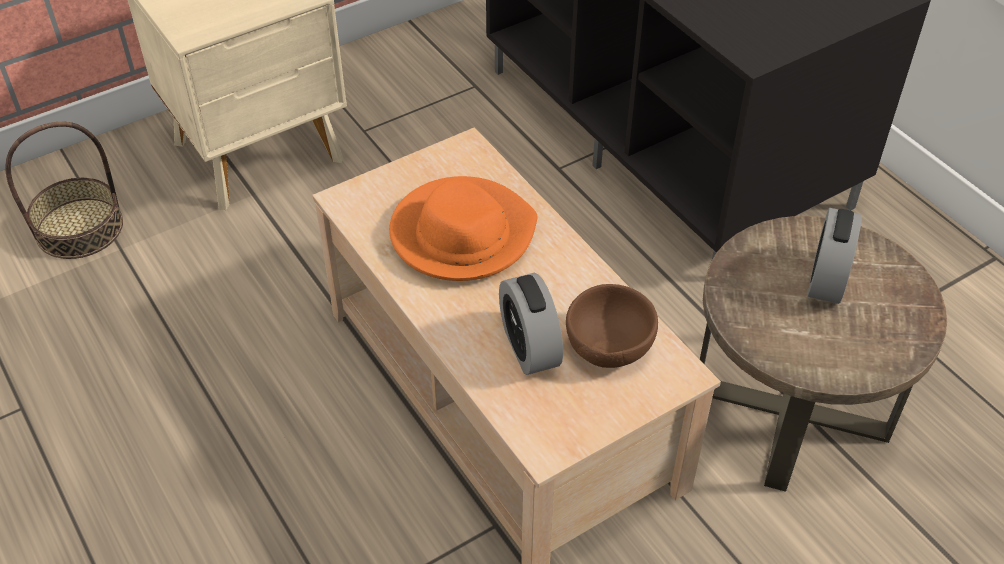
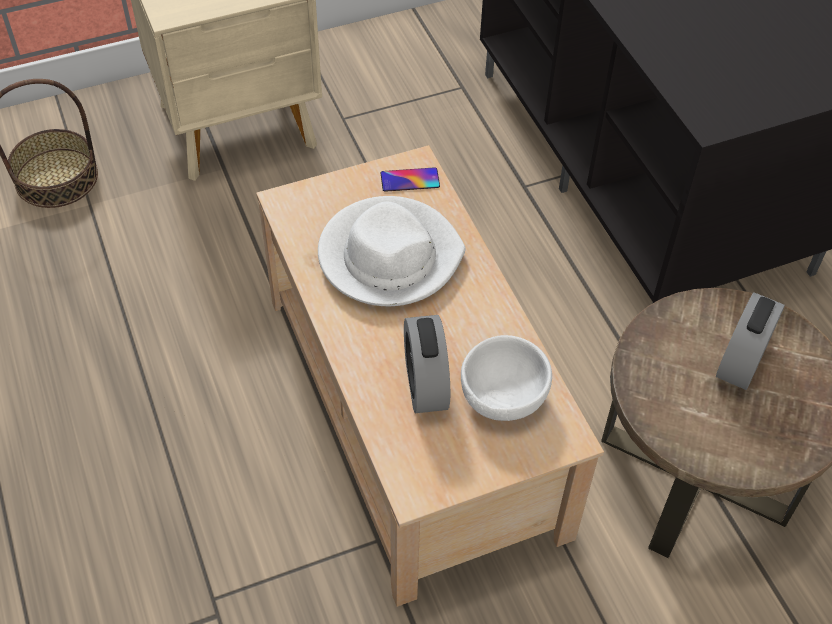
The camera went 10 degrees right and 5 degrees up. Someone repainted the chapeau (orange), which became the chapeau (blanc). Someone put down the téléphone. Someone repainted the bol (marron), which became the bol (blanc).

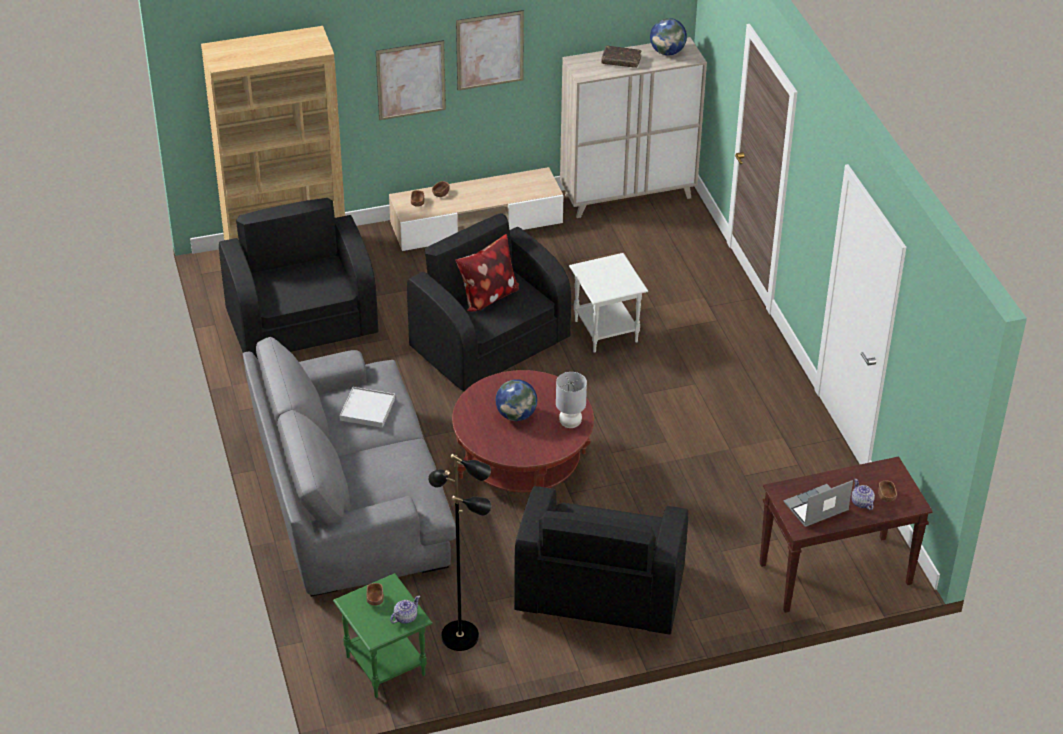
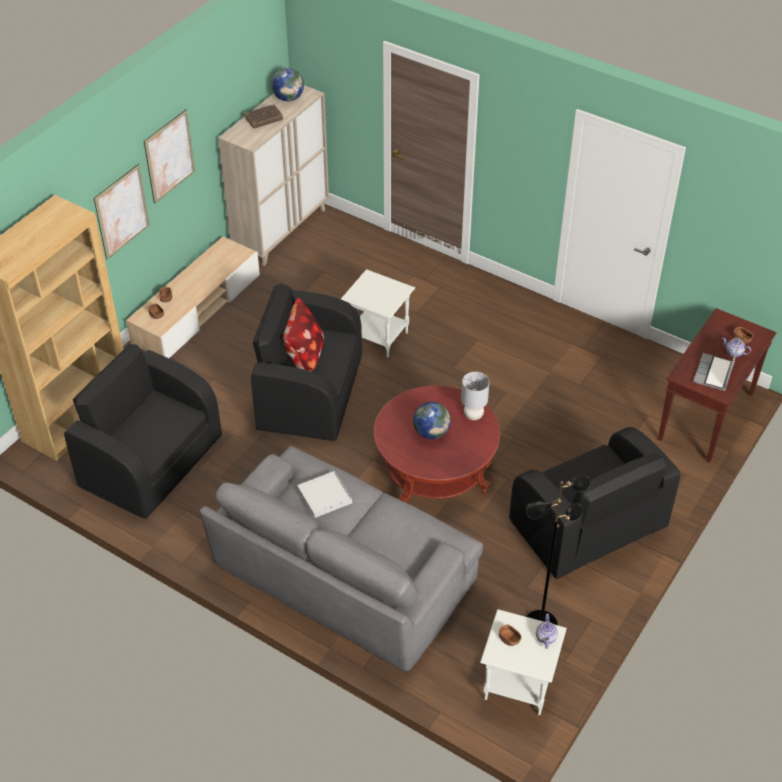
The camera went 40 degrees left and 5 degrees up. Someone repainted the table d'appoint (vert), which became the table d'appoint (blanc) (2nd from left).

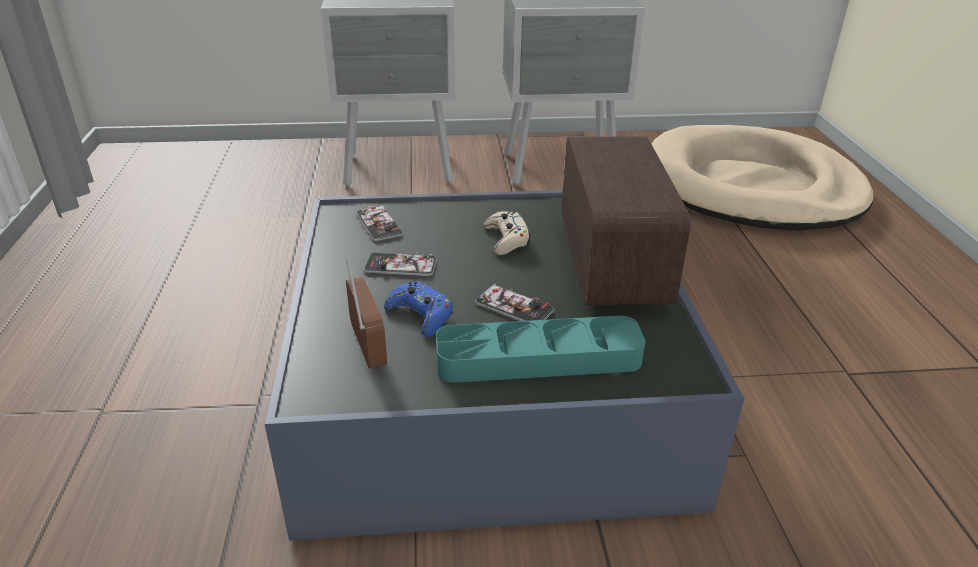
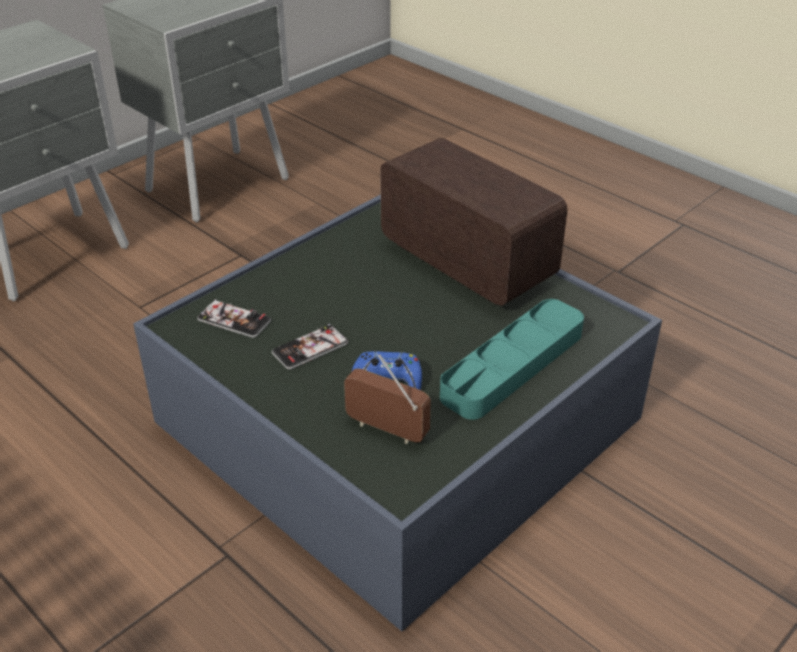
The camera went 40 degrees left and 5 degrees up. Someone took away the téléphone (3rd from left). Someone took away the manette (beige). Someone took away the panier pour chien (beige).

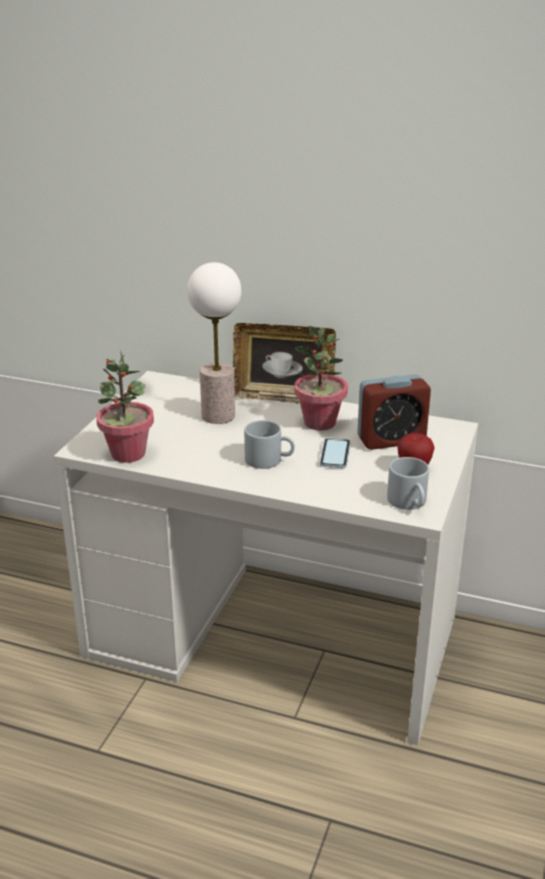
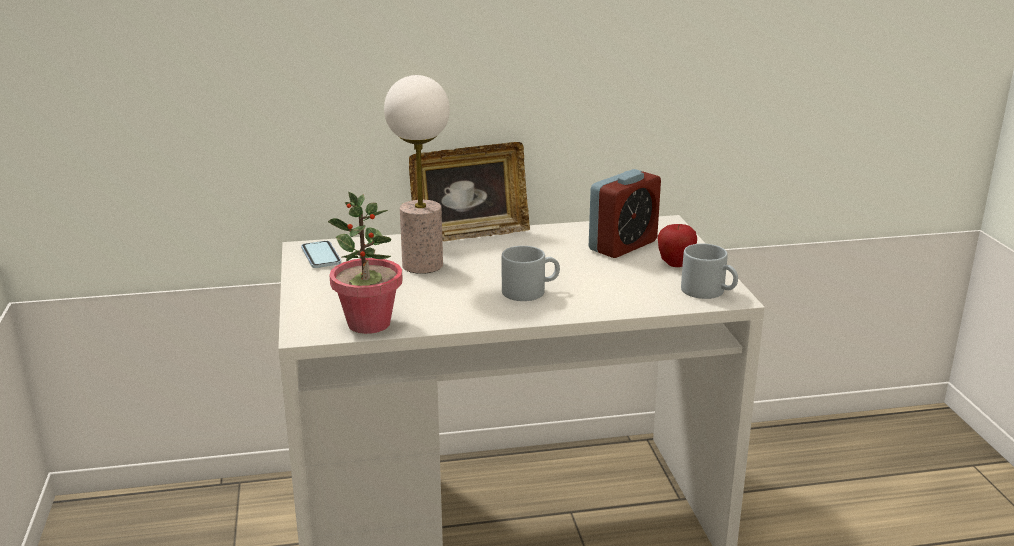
The camera went 30 degrees left and 5 degrees down. Someone carried the téléphone. Someone took away the plante en pot (2nd from left).

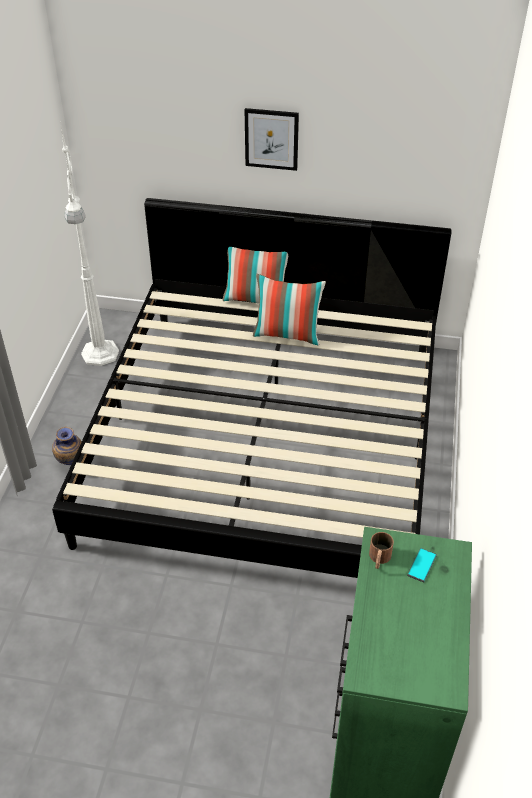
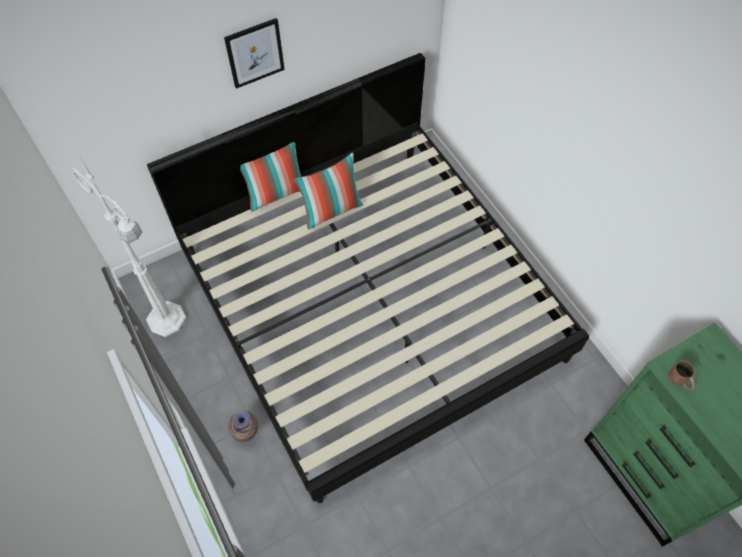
The camera went 40 degrees left and 15 degrees up. Someone took away the téléphone.

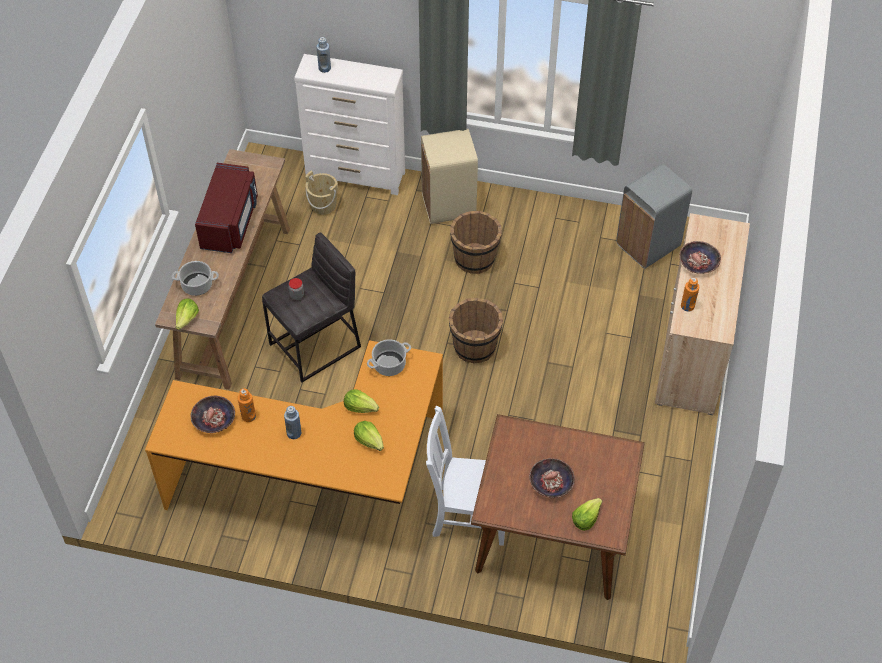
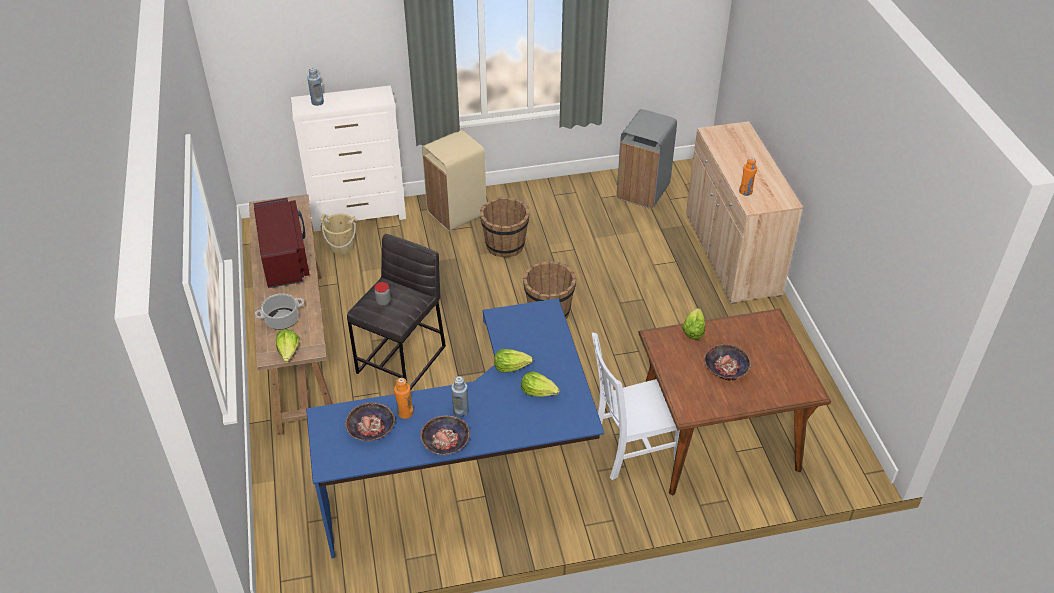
The camera went 25 degrees left and 10 degrees down. Someone repainted the bureau (orange), which became the bureau (bleu). Someone carried the bol (3rd from left in the first image). Someone carried the laitue (4th from left). Someone took away the marmite (2nd from left).

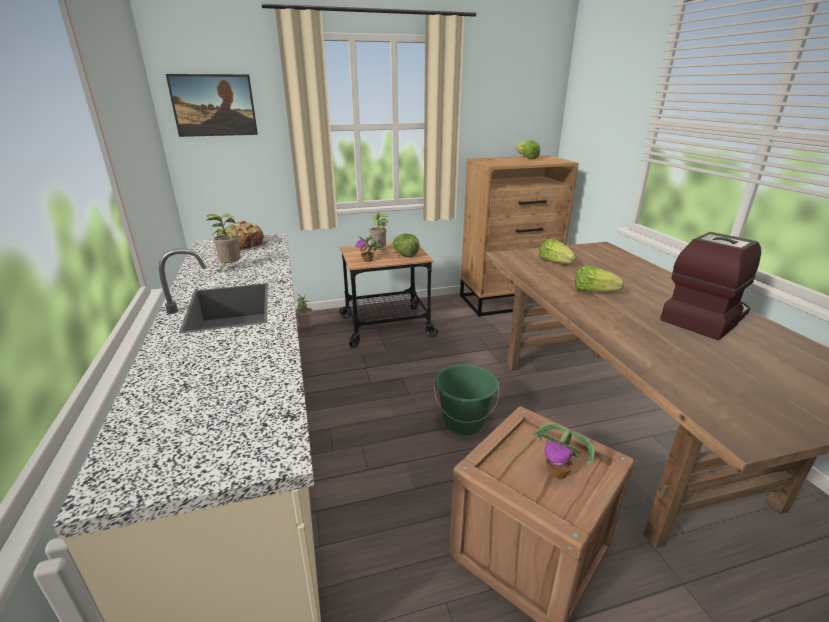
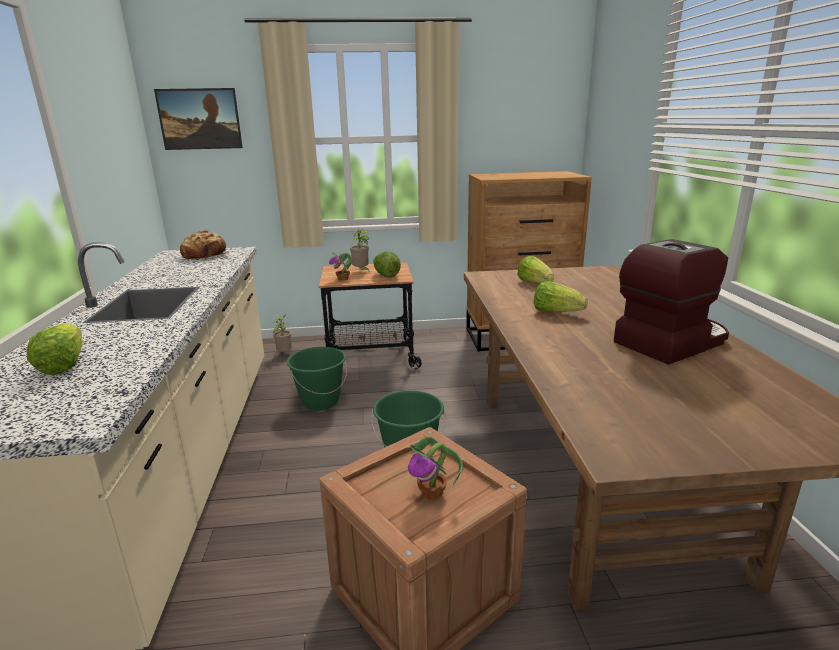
The camera went 10 degrees right and 5 degrees down. Someone carried the laitue (2nd from left in the first image). Someone put down the seau (vert) (1st from left). Someone took away the plante en pot (1st from left).

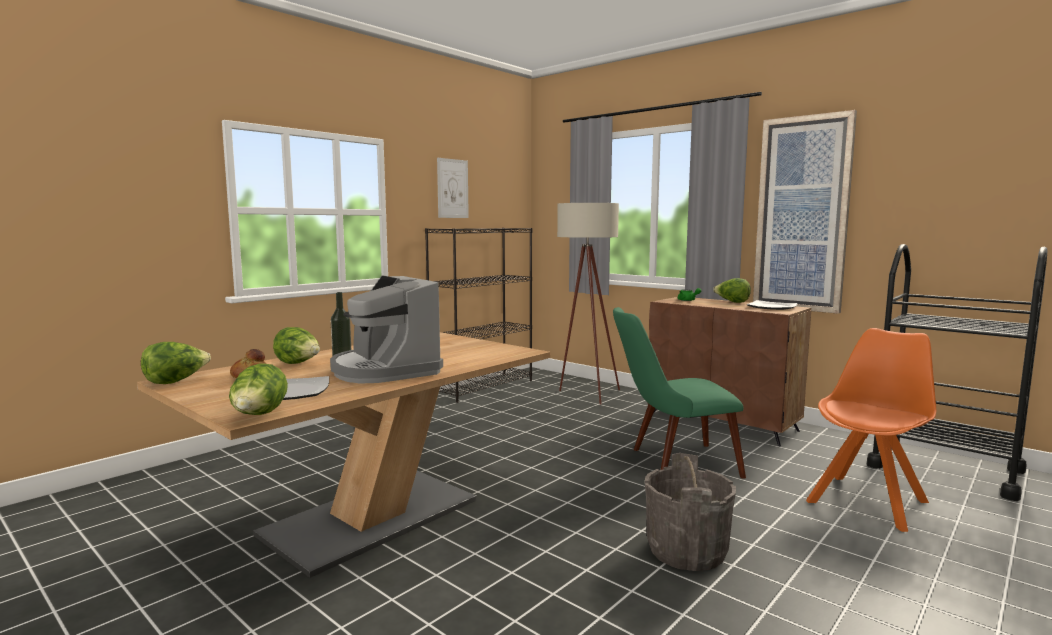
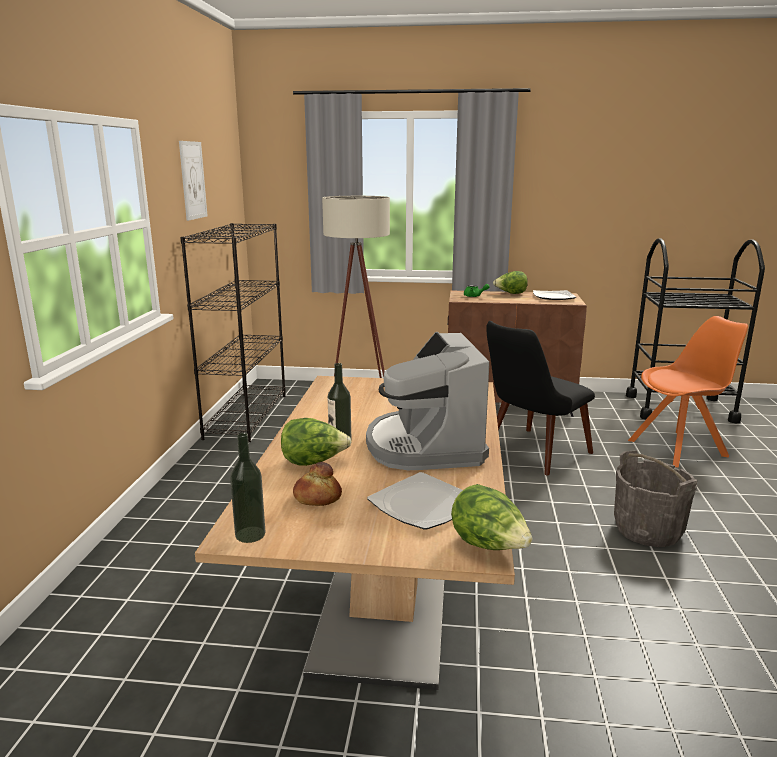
The camera went 35 degrees left and 10 degrees up. Someone swapped the laitue (1st from left) for the bouteille (1st from left). Someone rotated the machine à café by 60 degrees clockwise. Someone repainted the chaise (vert), which became the chaise (noir). Someone rotated the chaise (orange) by 60 degrees clockwise. Someone took away the tableau (2nd from left).

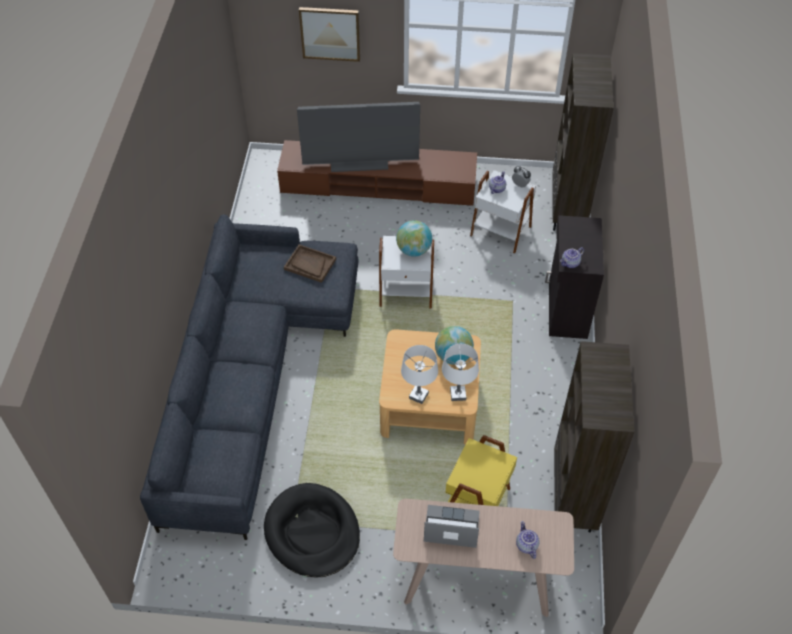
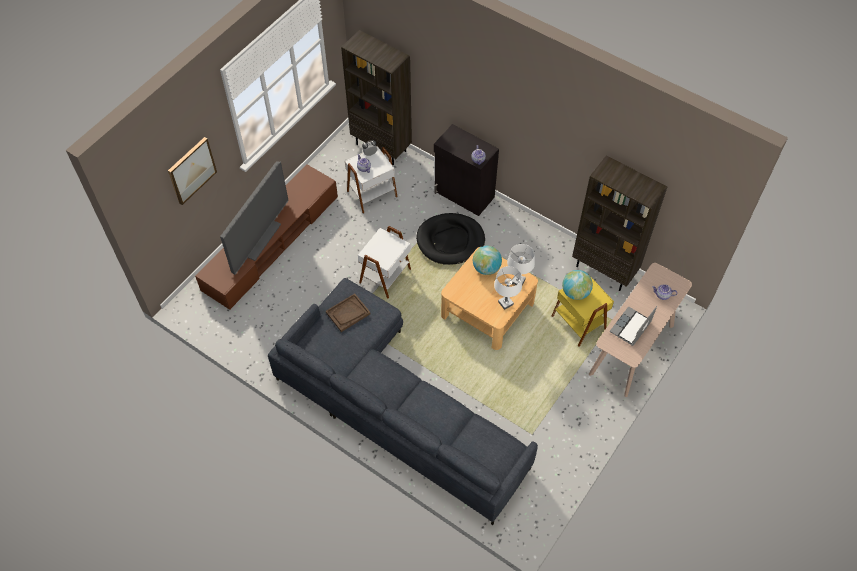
The camera went 60 degrees left and 5 degrees up. Someone carried the panier pour chien (noir). Someone carried the globe (1st from left in the first image).

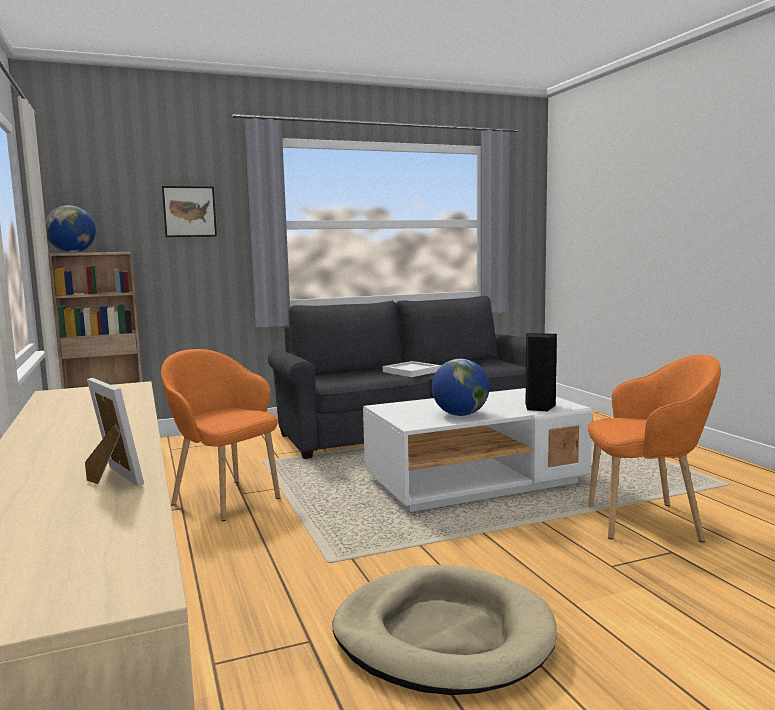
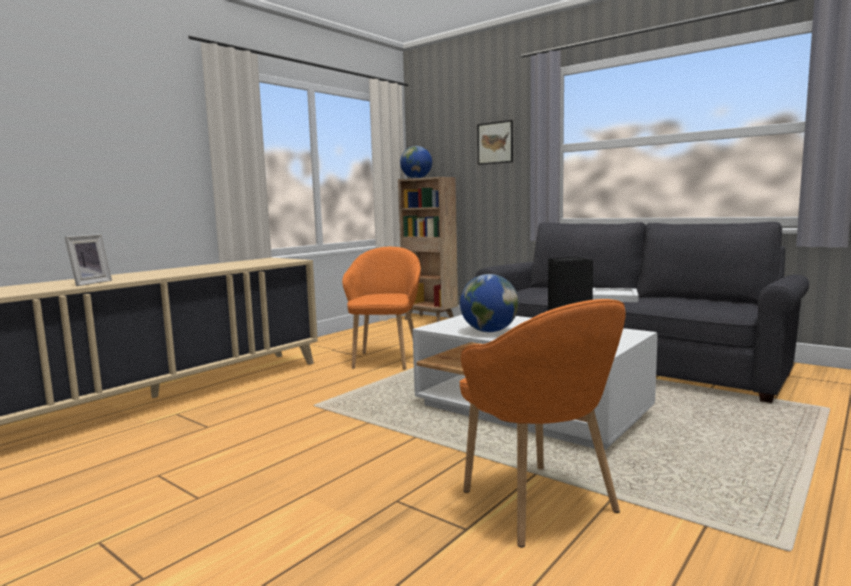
The camera went 60 degrees right and 0 degrees up. Someone took away the panier pour chien (beige).

